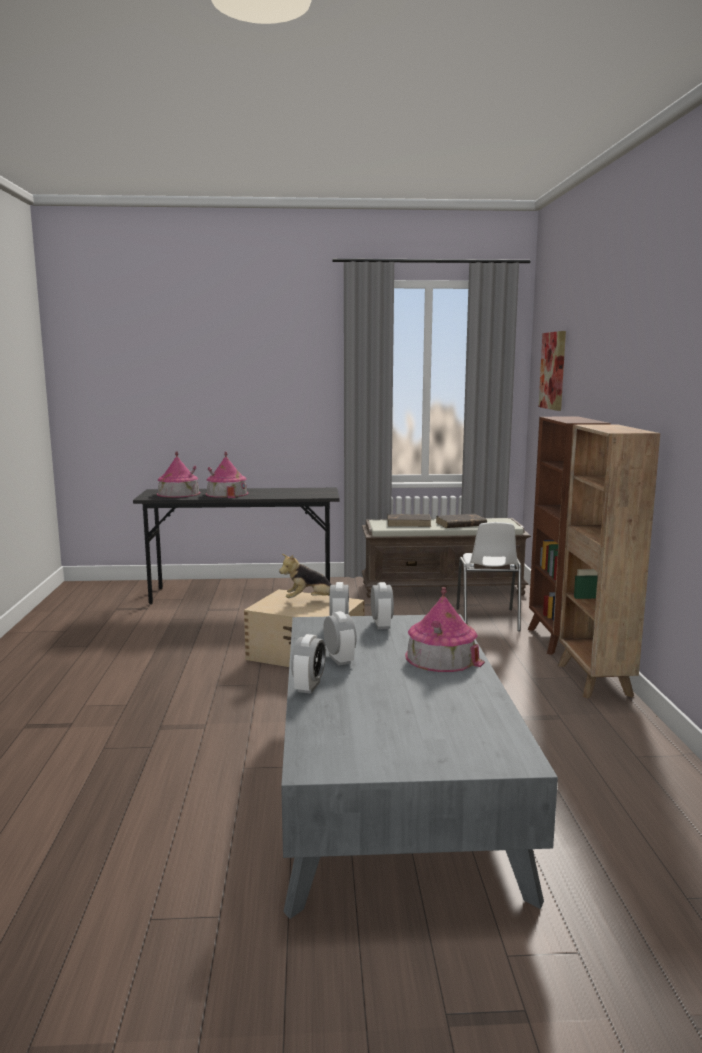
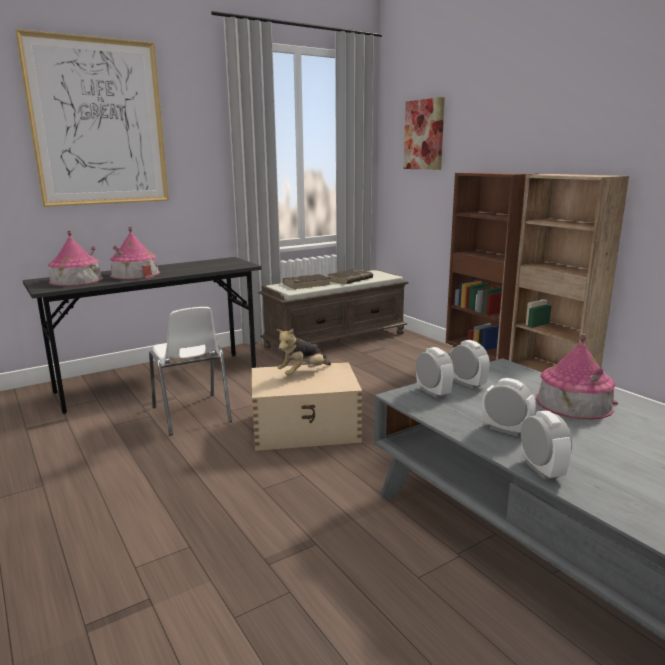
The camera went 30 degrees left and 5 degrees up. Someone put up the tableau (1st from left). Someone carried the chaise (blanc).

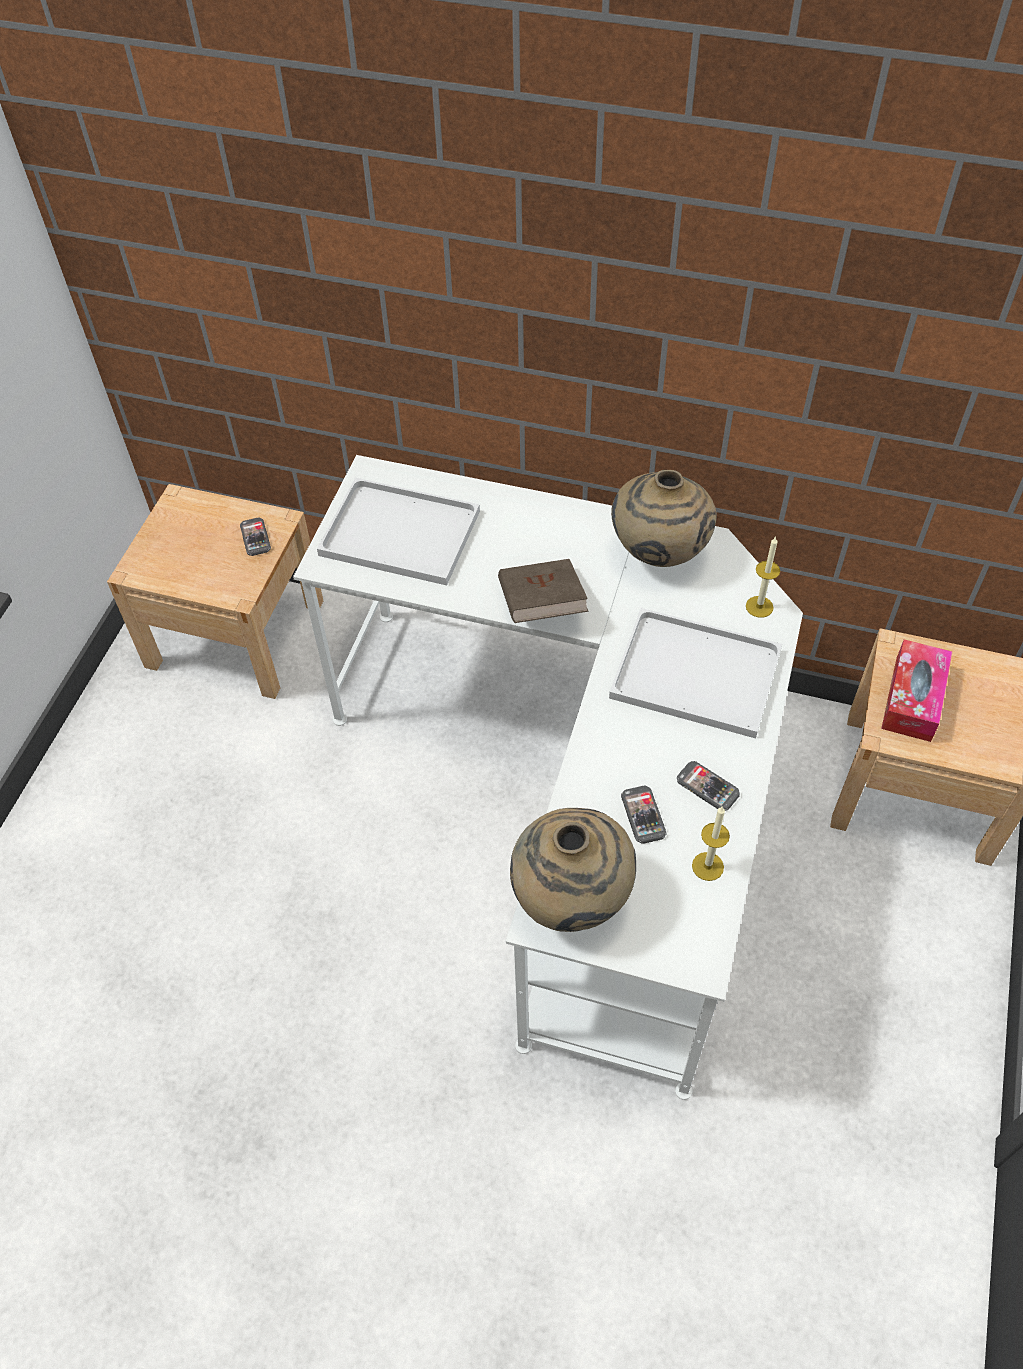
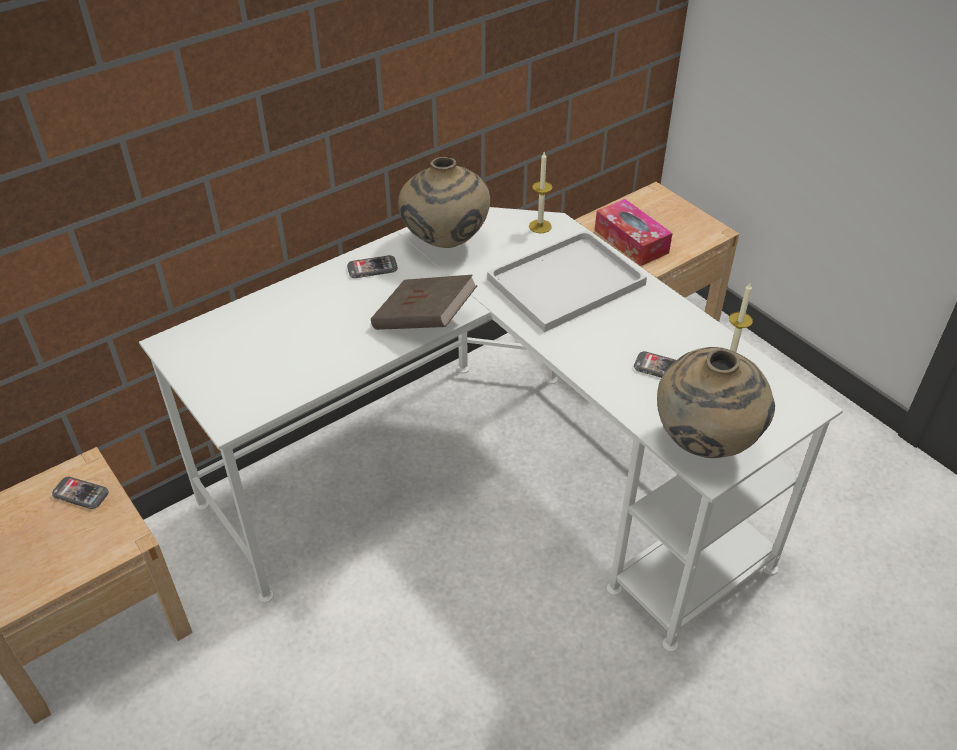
The camera went 55 degrees left and 10 degrees down. Someone carried the téléphone (3rd from left in the first image). Someone took away the plateau (blanc) (1st from left).

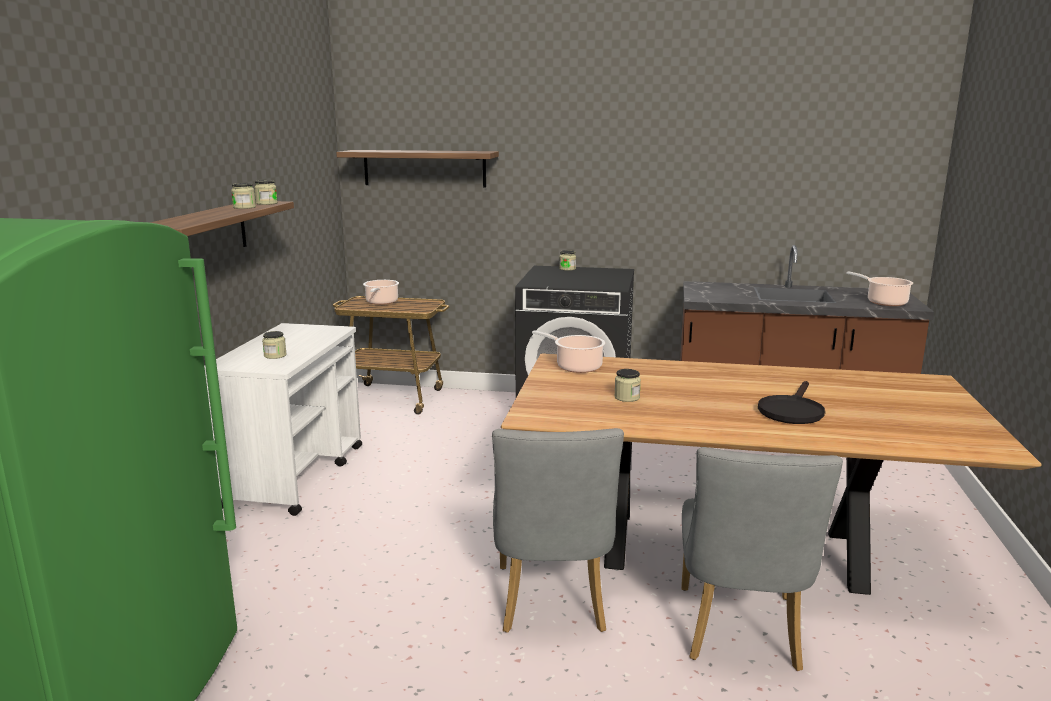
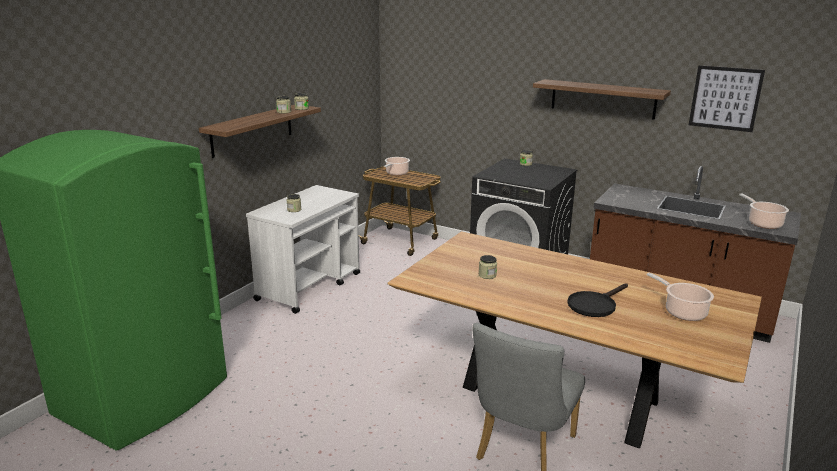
The camera went 20 degrees right and 5 degrees up. Someone carried the étagère (2nd from left). Someone carried the marmite (2nd from left). Someone put up the tableau. Someone took away the chaise (gris) (1st from left).

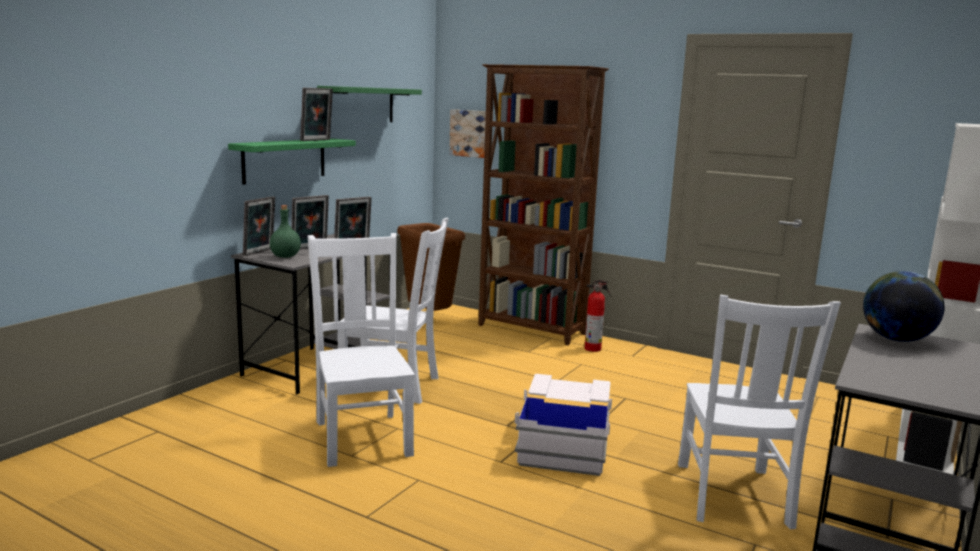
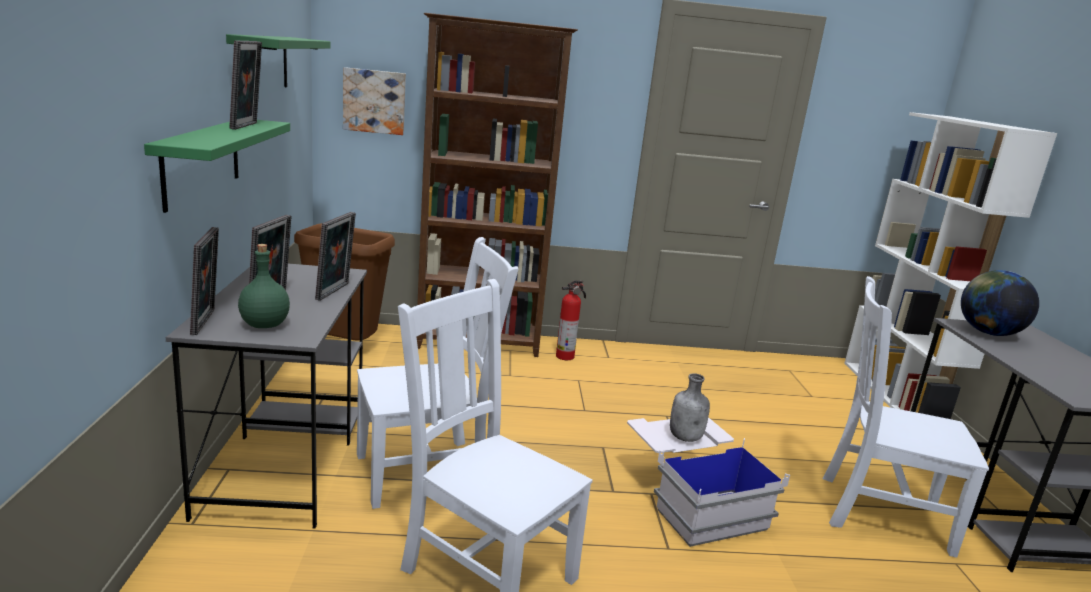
The camera went 35 degrees left and 5 degrees up. Someone put down the bouteille (gris). Someone rotated the chaise (blanc) (3rd from left) by 135 degrees clockwise.

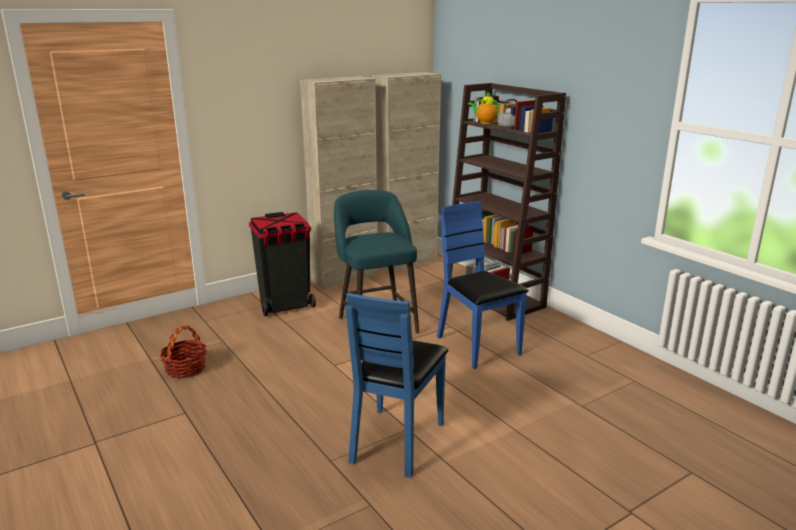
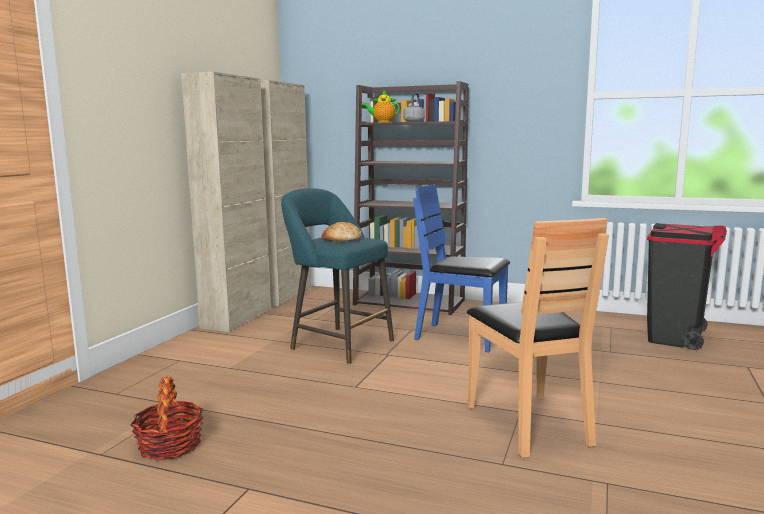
The camera went 35 degrees left and 10 degrees down. Someone put down the pain. Someone repainted the chaise (bleu) (1st from left), which became the chaise (marron). Someone carried the poubelle (noir).

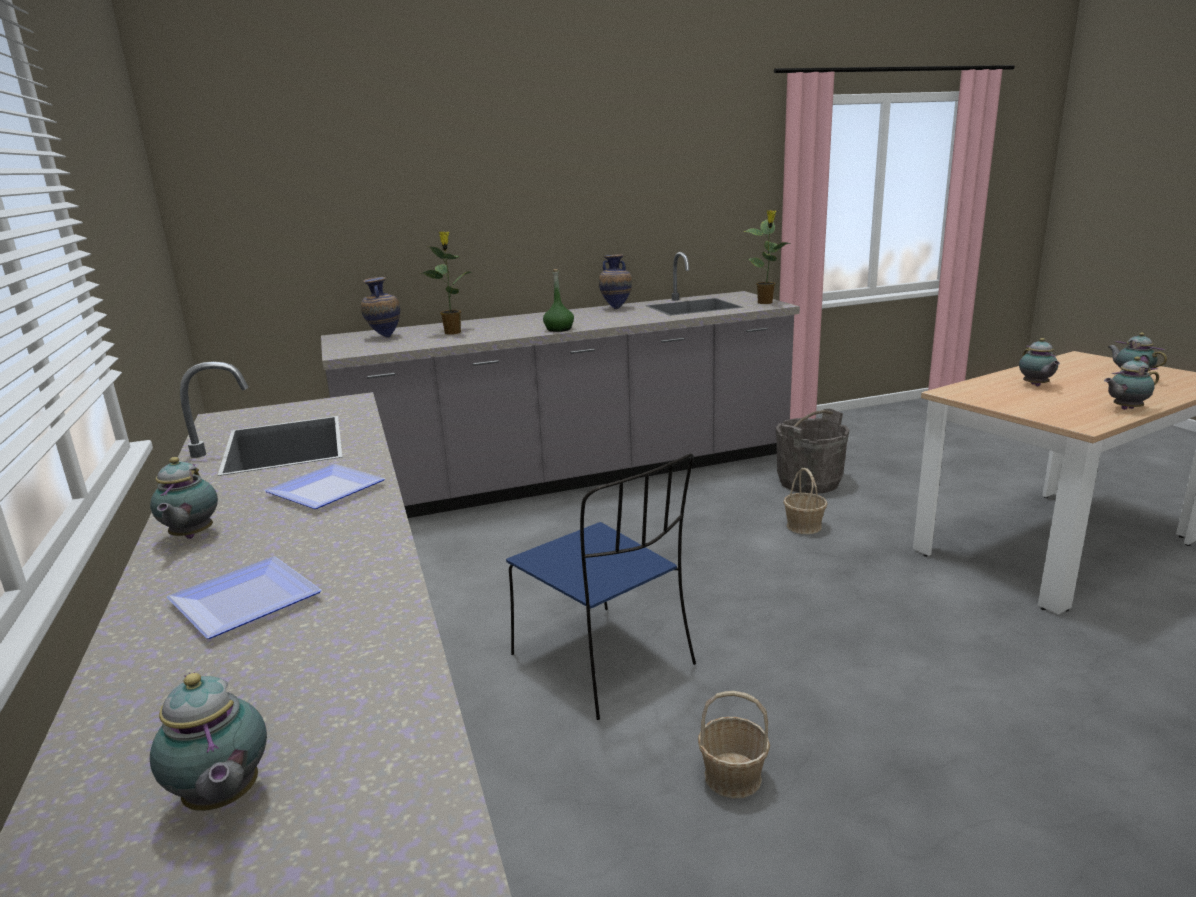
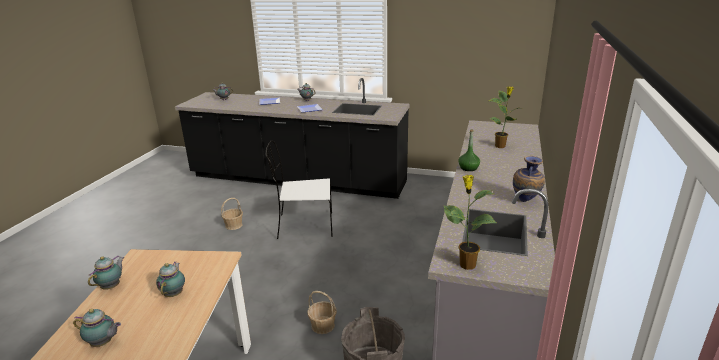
The camera went 125 degrees right and 5 degrees up. Someone rotated the théière (3rd from left) by 60 degrees clockwise. Someone repainted the chaise (bleu), which became the chaise (blanc). Someone took away the vase (1st from left).

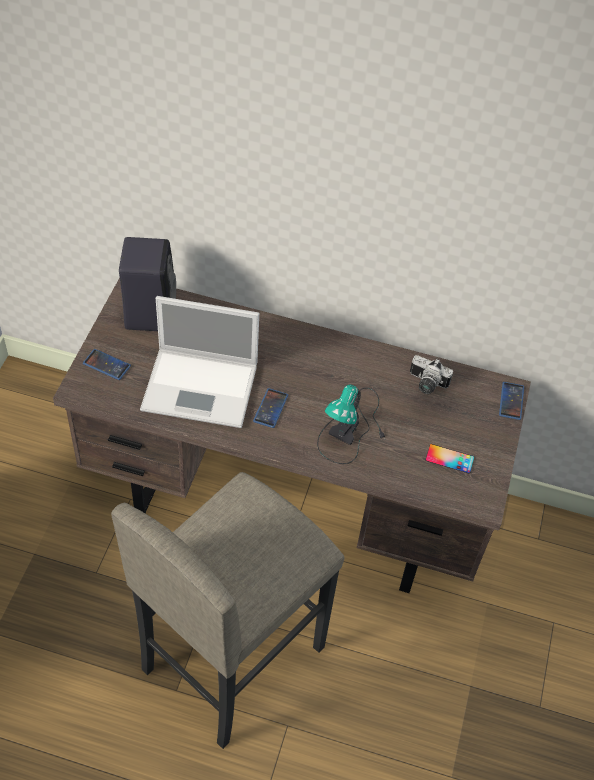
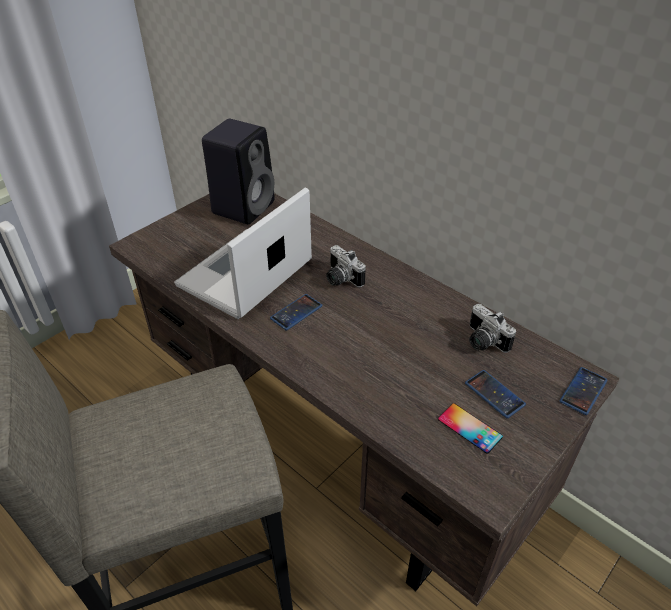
The camera went 30 degrees right and 10 degrees down. Someone rotated the ordinateur portable by 90 degrees clockwise. Someone put down the appareil photo (1st from left). Someone carried the téléphone (1st from left in the first image). Someone took away the lampe de table.

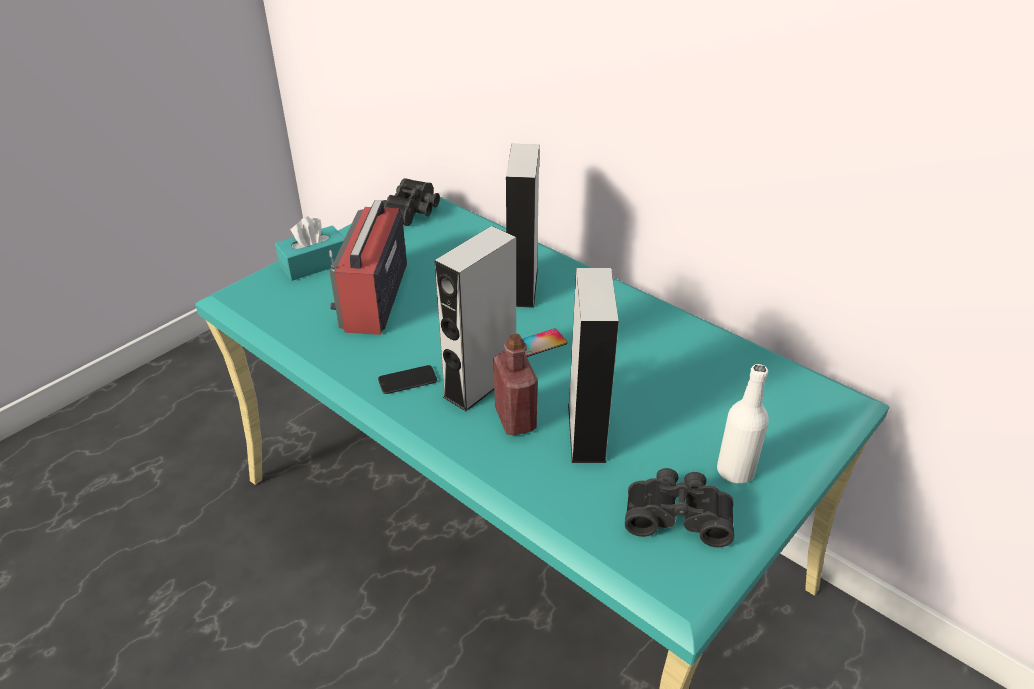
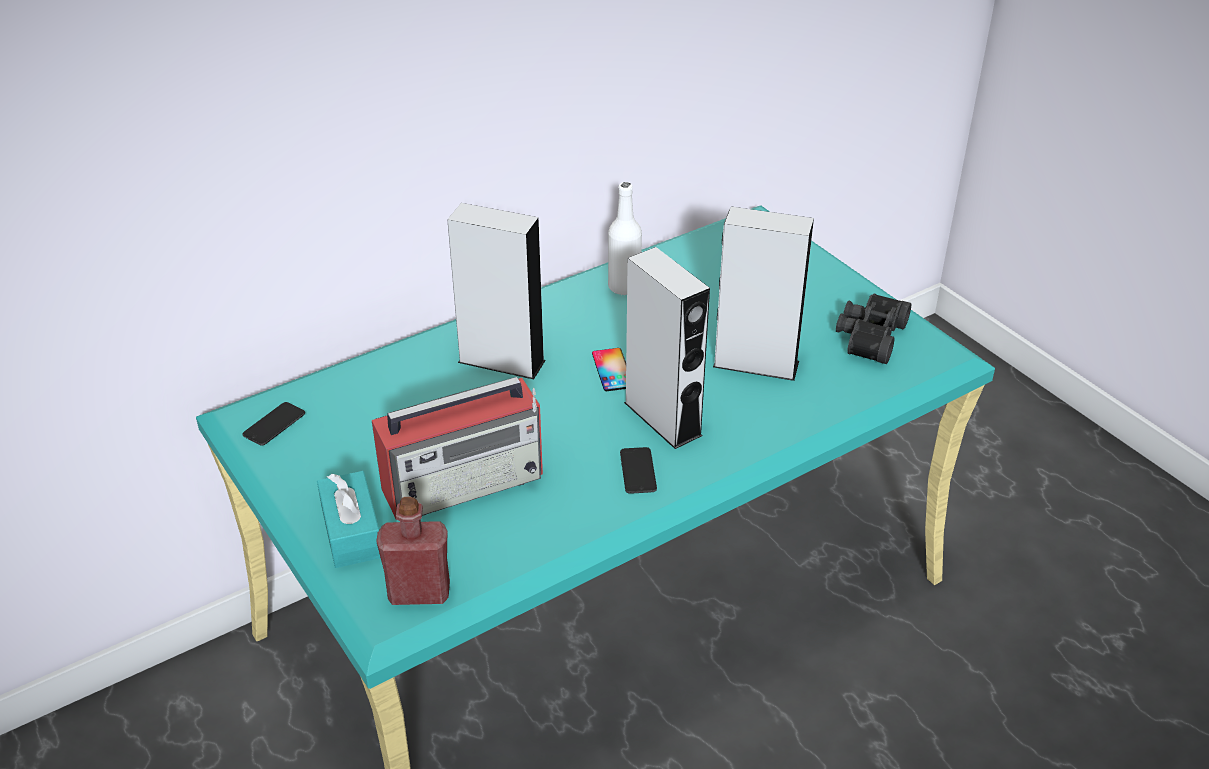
The camera went 75 degrees left and 0 degrees up. Someone swapped the jumelles (noir) (1st from left) for the téléphone (1st from left). Someone rotated the radio by 45 degrees counterclockwise. Someone carried the bouteille (rouge). Someone carried the bouteille (blanc).

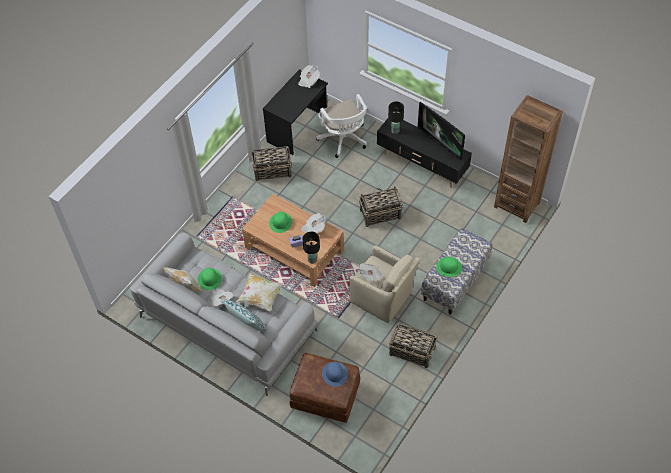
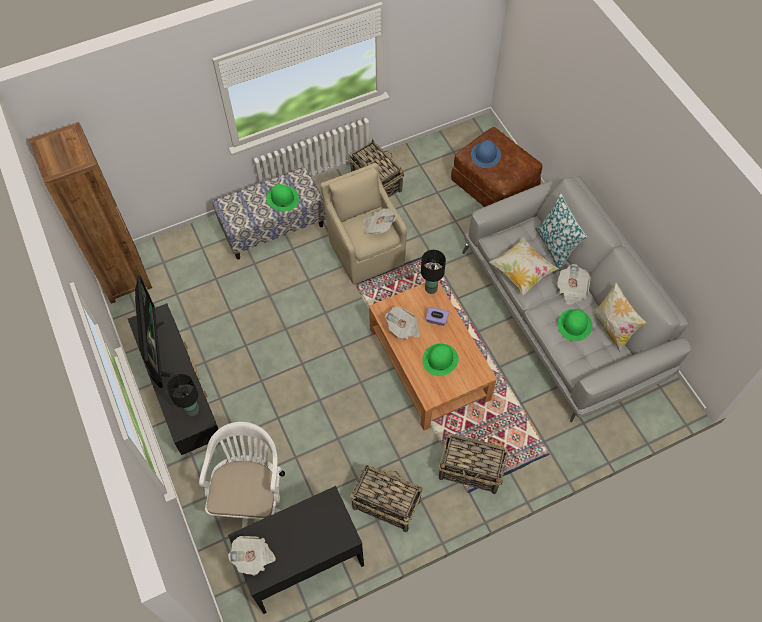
The camera went 150 degrees left and 5 degrees up. Someone carried the panier (2nd from left in the first image).

